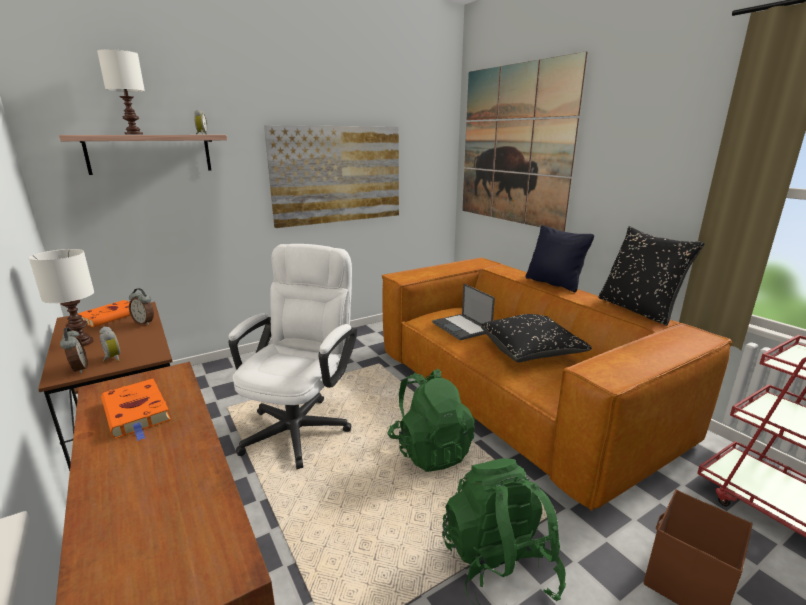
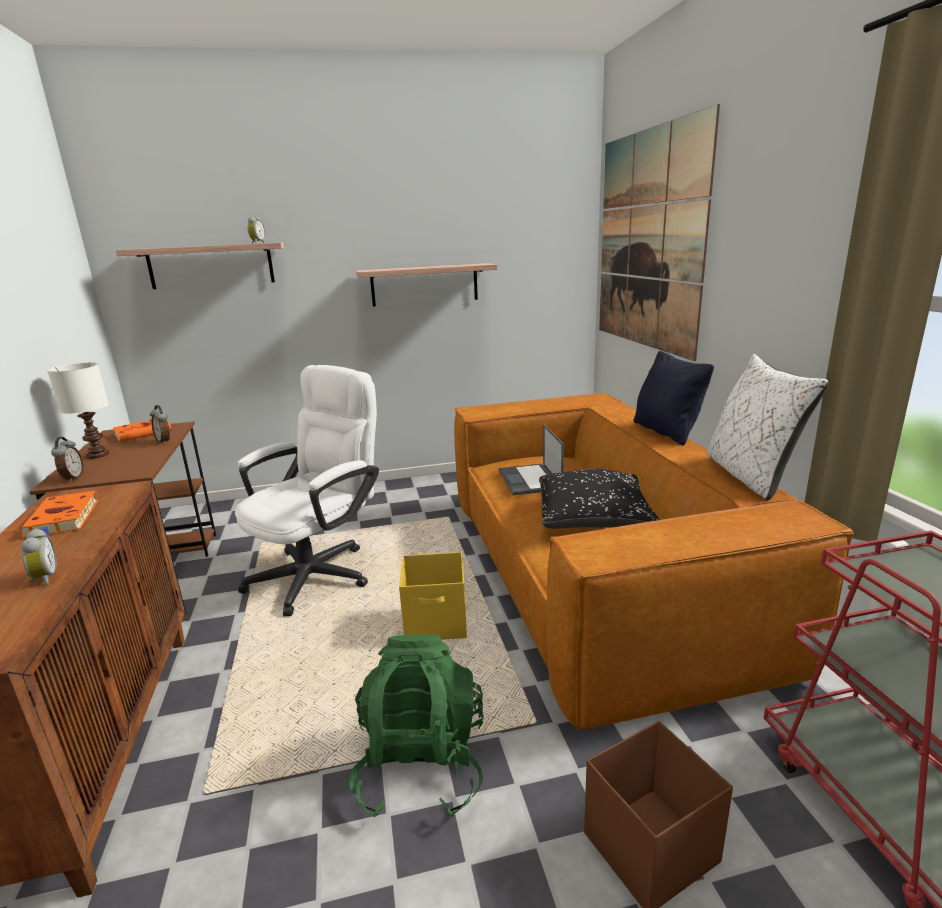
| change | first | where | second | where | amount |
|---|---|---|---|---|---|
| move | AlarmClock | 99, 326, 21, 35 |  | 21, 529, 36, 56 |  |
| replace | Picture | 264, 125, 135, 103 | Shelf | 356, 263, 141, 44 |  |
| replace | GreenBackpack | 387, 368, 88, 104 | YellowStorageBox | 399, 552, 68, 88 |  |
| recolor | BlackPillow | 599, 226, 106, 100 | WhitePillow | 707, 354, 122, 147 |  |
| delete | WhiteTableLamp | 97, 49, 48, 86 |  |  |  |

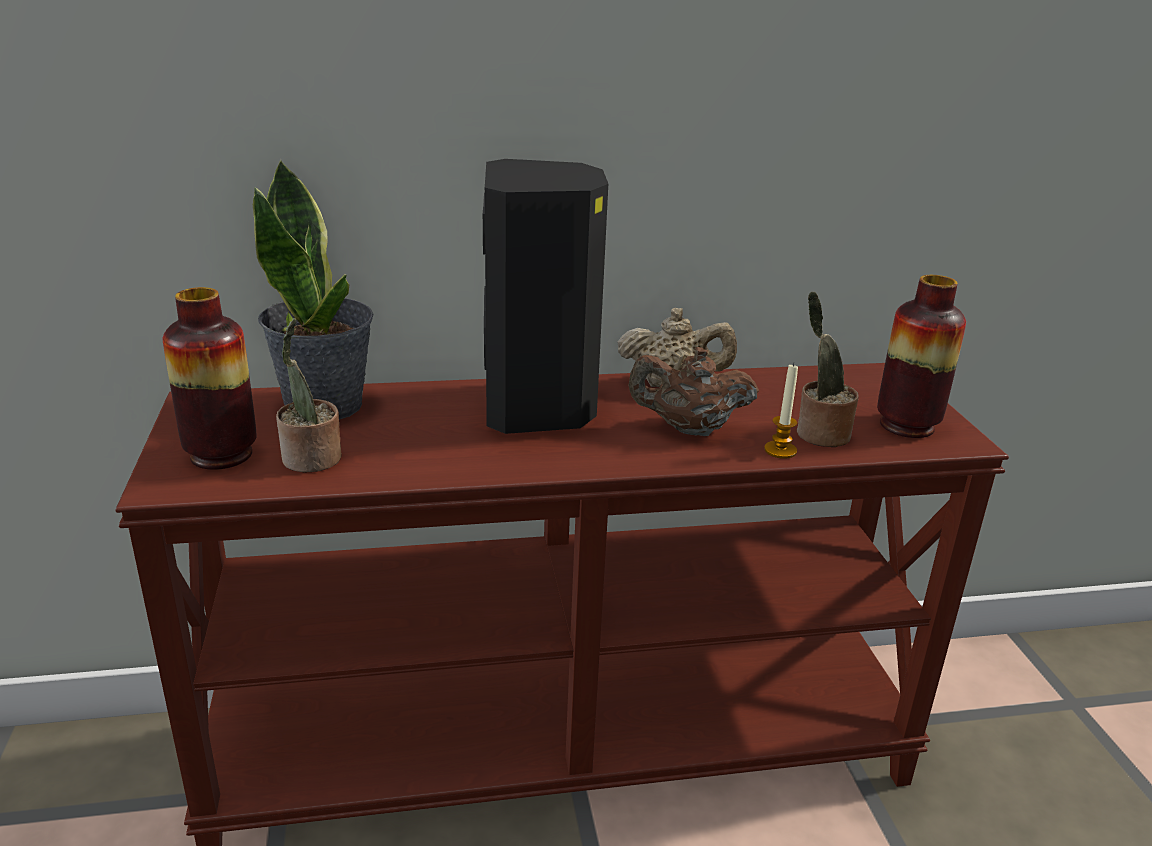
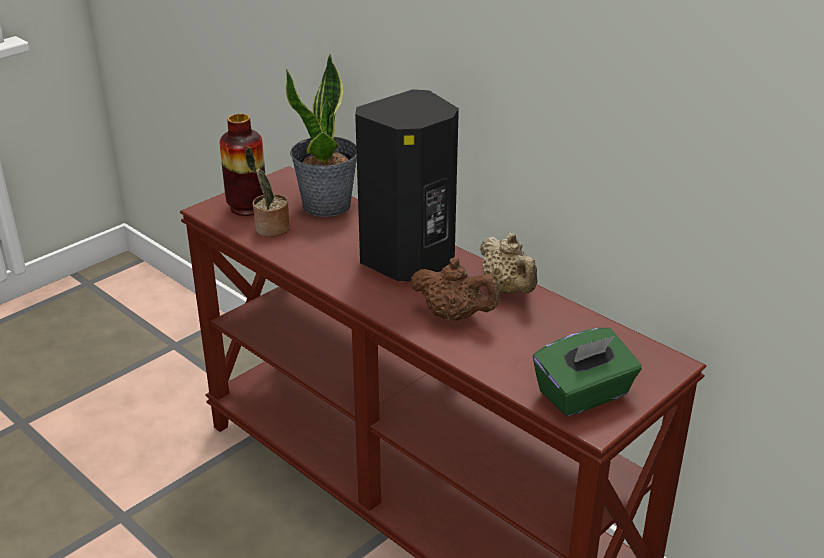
| change | first | where | second | where | amount |
|---|---|---|---|---|---|
| rotate | BrownTeapot | 628, 347, 131, 89 |  | 410, 258, 90, 63 | 150 degrees clockwise |
| replace | Vase | 877, 275, 89, 163 | GreenTissueBox | 533, 328, 109, 88 |  |
| delete | Candle | 764, 363, 34, 96 |  |  |  |
| delete | PottedPlant | 797, 292, 62, 155 |  |  |  |

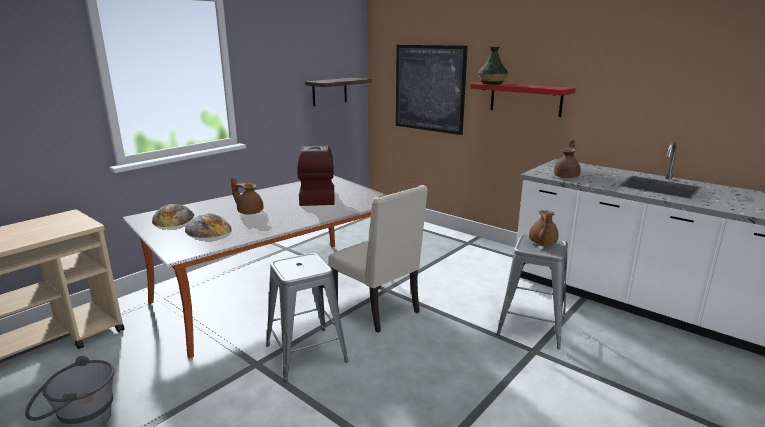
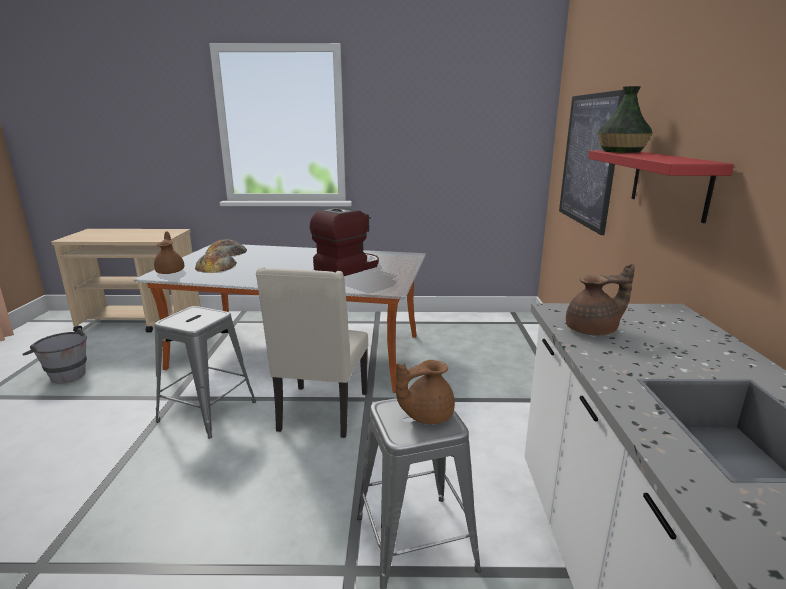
| change | first | where | second | where | amount |
|---|---|---|---|---|---|
| move | BrownTeapot | 231, 177, 33, 38 |  | 154, 231, 30, 43 |  |
| delete | Shelf | 305, 78, 67, 28 |  |  |  |

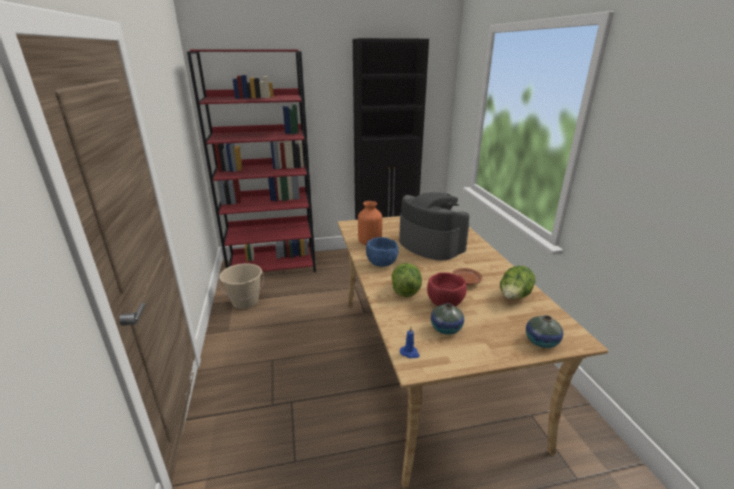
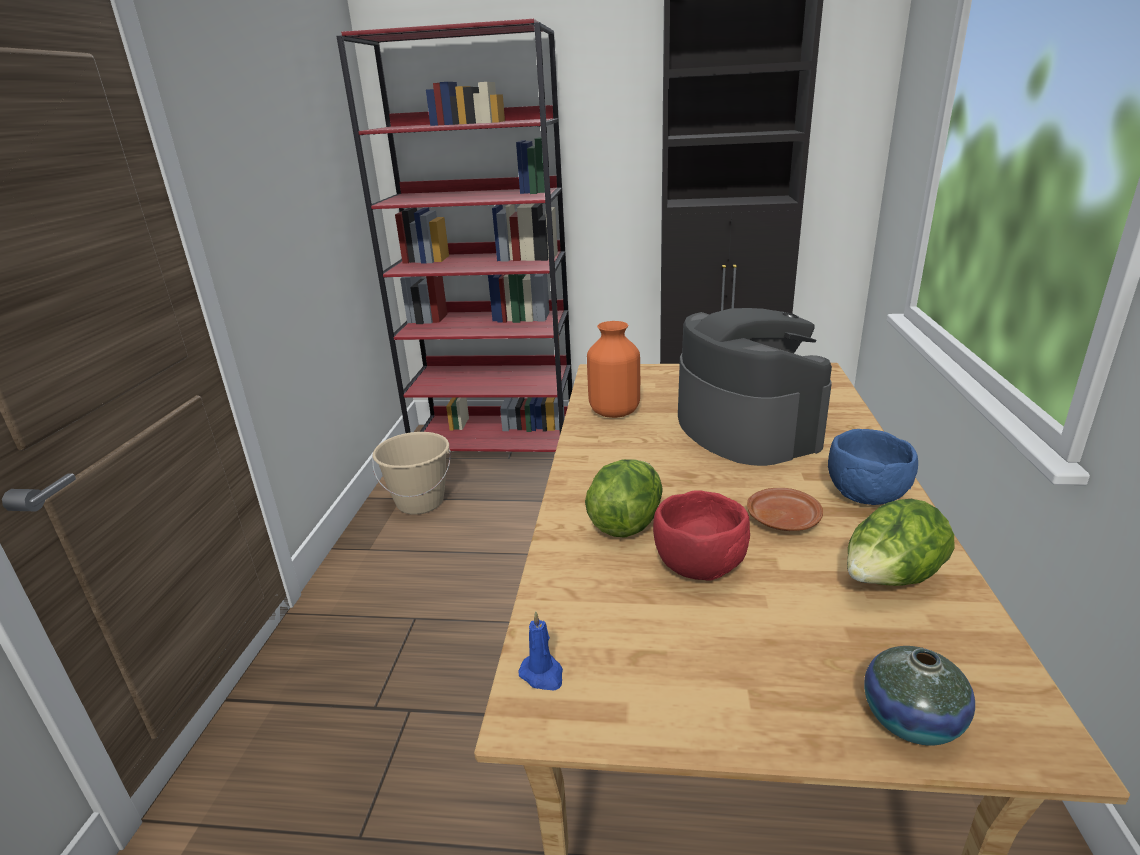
| change | first | where | second | where | amount |
|---|---|---|---|---|---|
| move | BlueBowl | 366, 237, 33, 30 |  | 828, 429, 90, 76 |  |
| delete | Vase | 431, 303, 33, 32 |  |  |  |

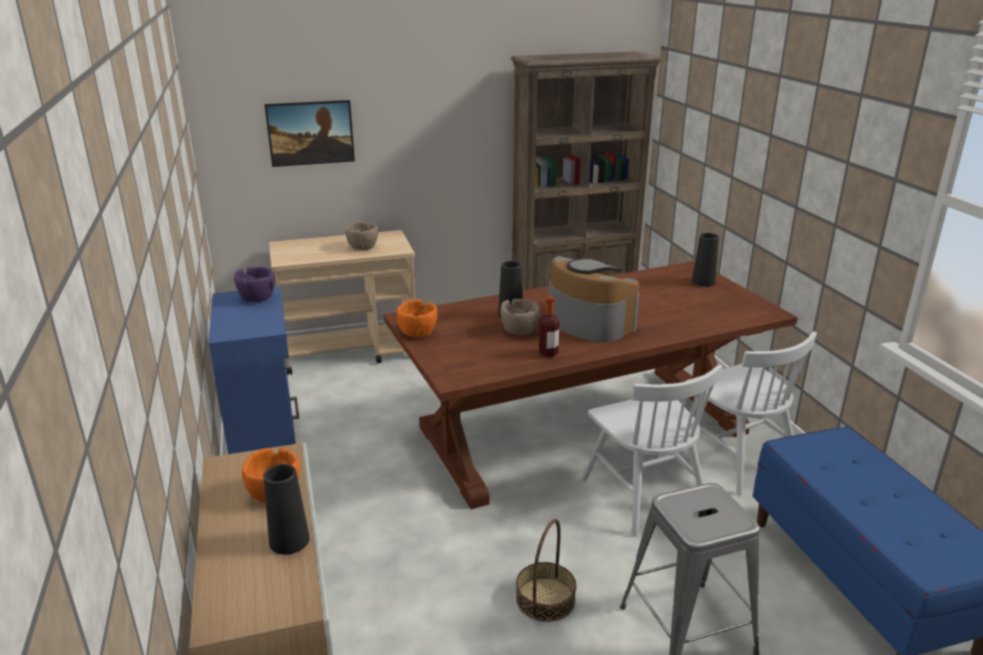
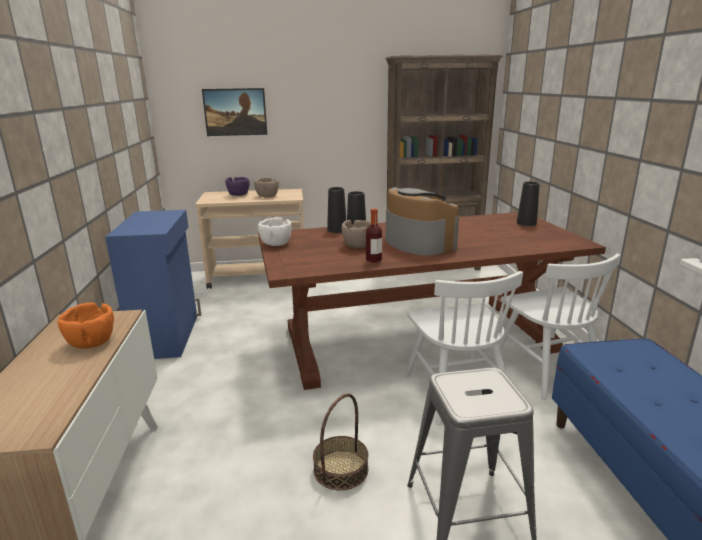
| change | first | where | second | where | amount |
|---|---|---|---|---|---|
| move | PurpleBowl | 234, 267, 41, 35 |  | 225, 177, 25, 19 |  |
| recolor | OrangeBowl | 396, 300, 42, 38 | WhiteBowl | 258, 217, 34, 29 |  |
| move | BlackVase | 263, 464, 47, 91 |  | 327, 187, 19, 46 |  |

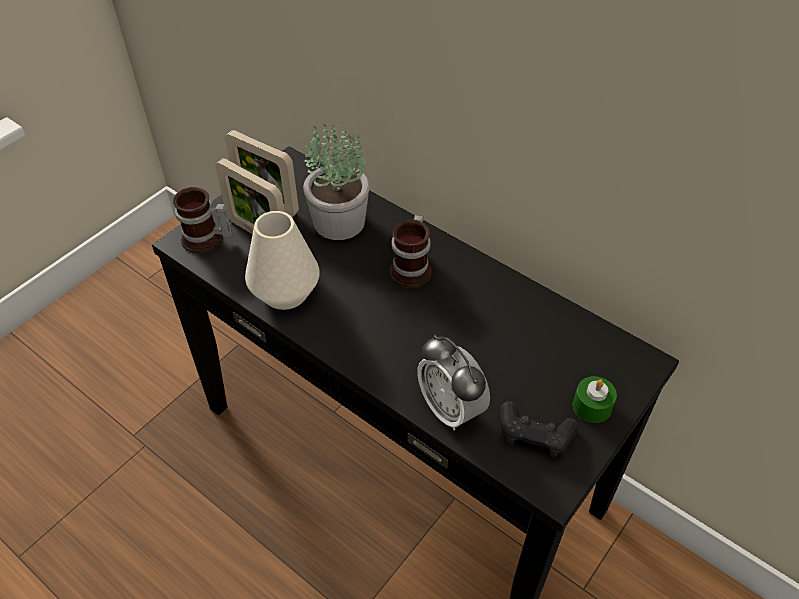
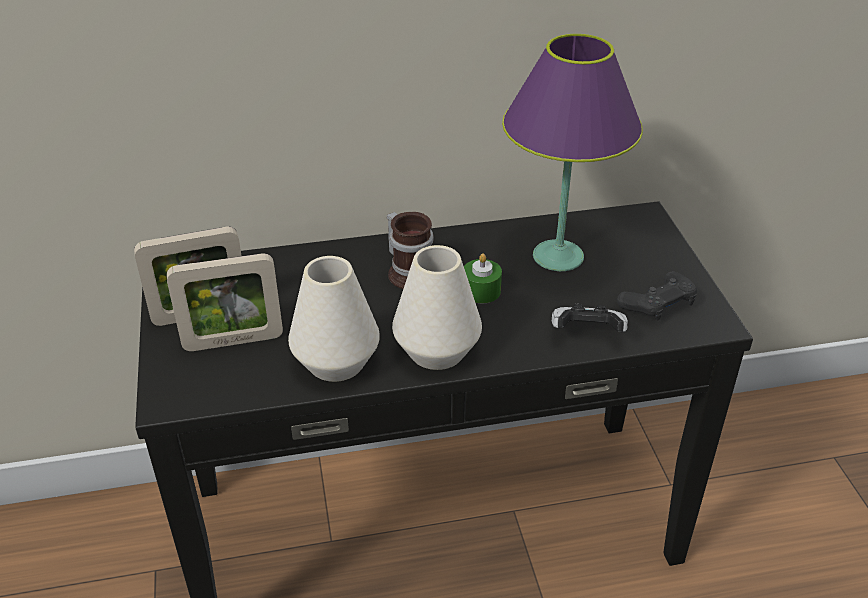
| change | first | where | second | where | amount |
|---|---|---|---|---|---|
| insert |  |  | WhiteVase | 392, 245, 90, 125 |  |
| move | GreenCandle | 573, 376, 44, 47 |  | 464, 254, 38, 49 |  |
| insert |  |  | PurpleTableLamp | 502, 34, 141, 237 |  |
| replace | AlarmClock | 417, 335, 73, 95 | GameController | 552, 304, 76, 28 |  |
| delete | Mug | 173, 187, 59, 66 |  |  |  |
| delete | PottedPlant | 303, 123, 67, 117 |  |  |  |

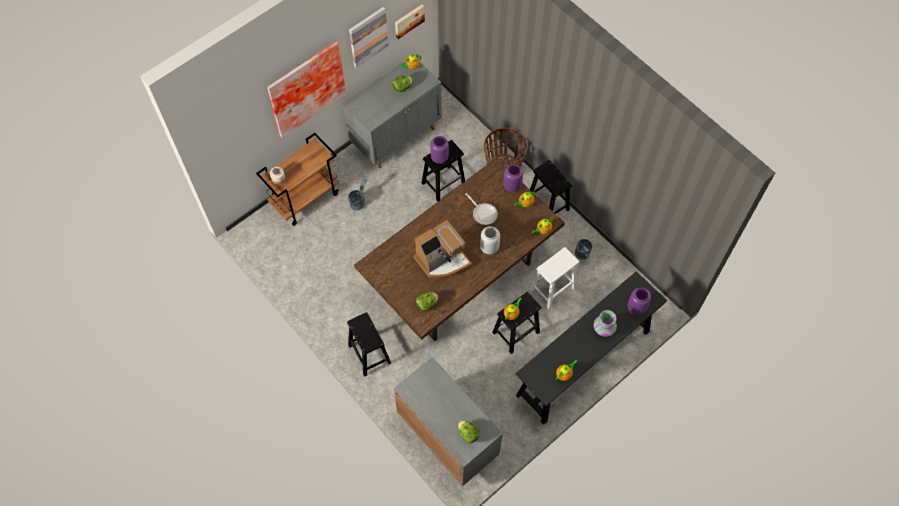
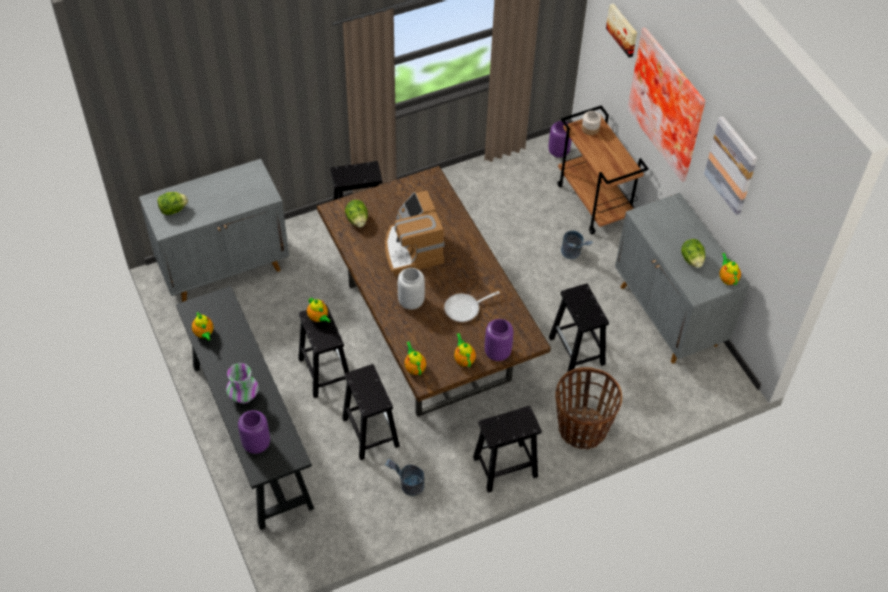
| change | first | where | second | where | amount |
|---|---|---|---|---|---|
| recolor | WhiteStool | 530, 247, 49, 63 | BlackStool | 342, 364, 58, 96 |  |
| move | PurpleVase | 430, 136, 19, 28 |  | 548, 121, 24, 37 |  |
| move | Picture | 395, 4, 30, 35 |  | 606, 3, 31, 55 |  |

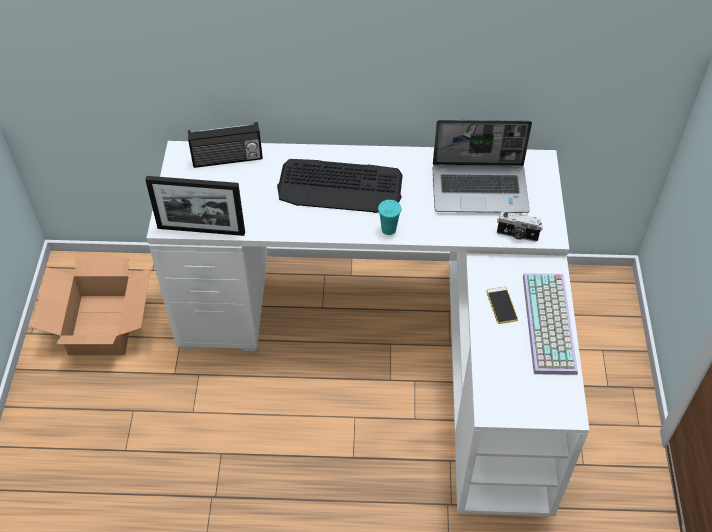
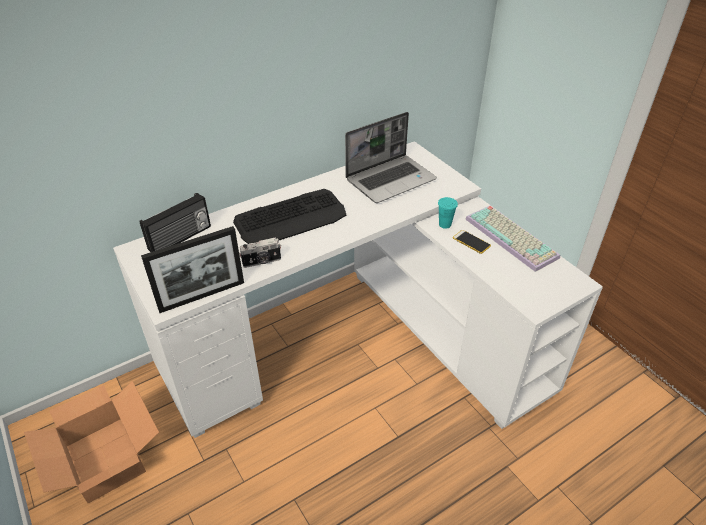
| change | first | where | second | where | amount |
|---|---|---|---|---|---|
| move | PhotoCamera | 497, 212, 46, 30 |  | 239, 237, 42, 31 |  |
| move | TurquoiseCup | 378, 200, 24, 35 |  | 438, 197, 20, 32 |  |

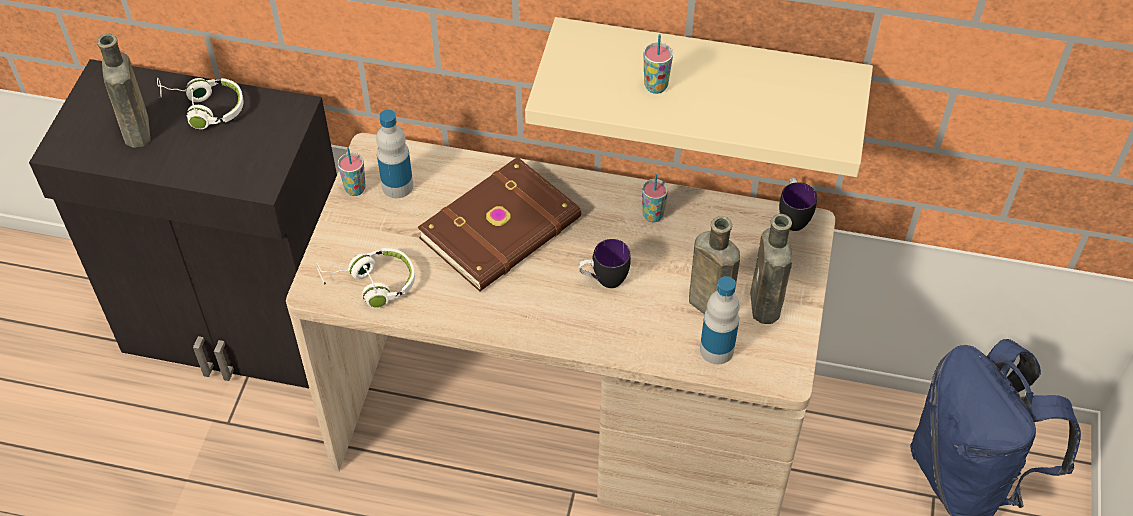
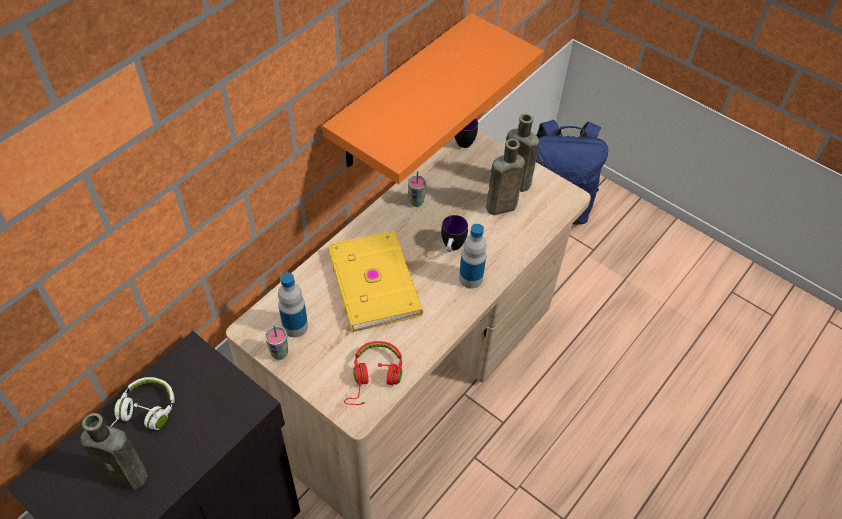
| change | first | where | second | where | amount |
|---|---|---|---|---|---|
| recolor | BeigeShelf | 525, 17, 348, 160 | OrangeShelf | 322, 13, 222, 171 |  |
| recolor | BrownBook | 418, 157, 163, 134 | YellowBook | 328, 231, 95, 101 |  |
| recolor | WhiteHeadphones | 316, 248, 99, 60 | RedHeadphones | 344, 341, 58, 64 |  |
| move | Bottle | 700, 276, 40, 88 |  | 459, 224, 28, 65 |  |
| delete | Cup | 643, 34, 30, 60 |  |  |  |

